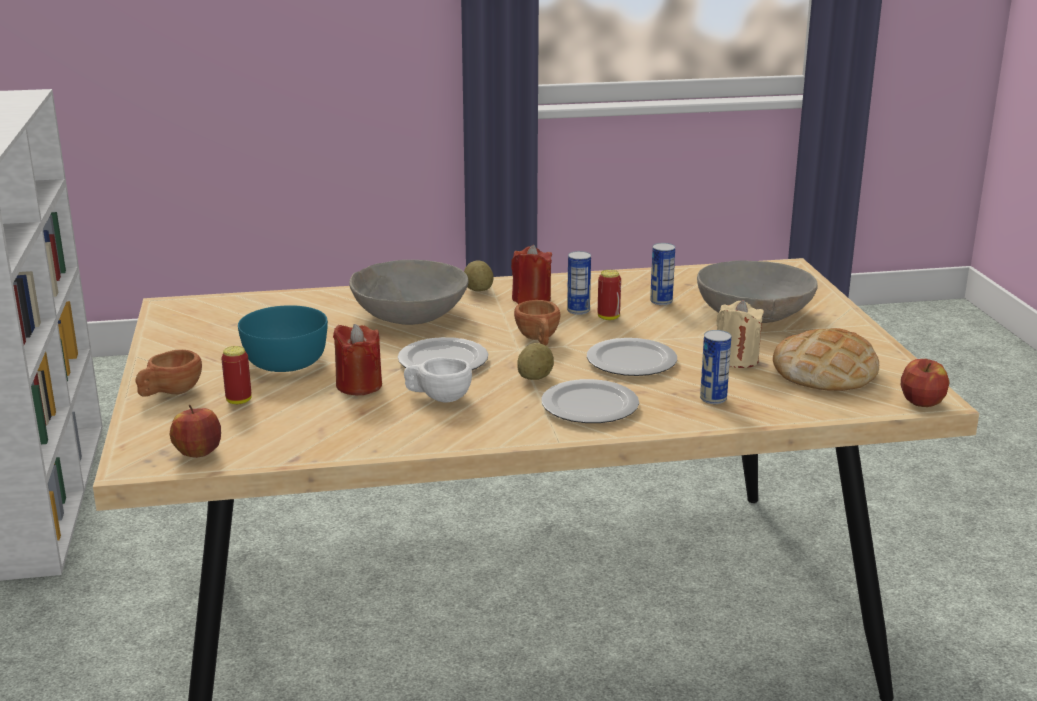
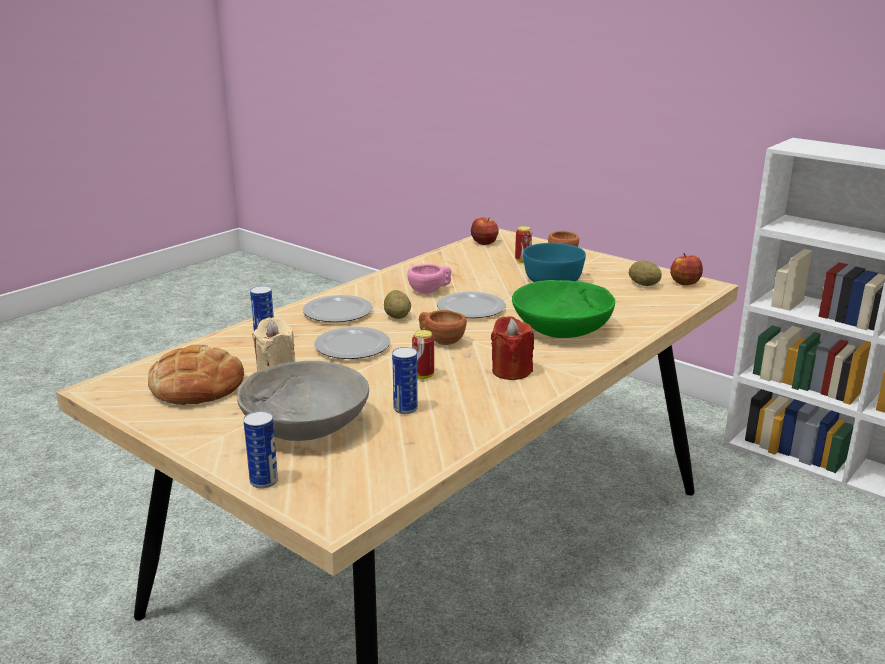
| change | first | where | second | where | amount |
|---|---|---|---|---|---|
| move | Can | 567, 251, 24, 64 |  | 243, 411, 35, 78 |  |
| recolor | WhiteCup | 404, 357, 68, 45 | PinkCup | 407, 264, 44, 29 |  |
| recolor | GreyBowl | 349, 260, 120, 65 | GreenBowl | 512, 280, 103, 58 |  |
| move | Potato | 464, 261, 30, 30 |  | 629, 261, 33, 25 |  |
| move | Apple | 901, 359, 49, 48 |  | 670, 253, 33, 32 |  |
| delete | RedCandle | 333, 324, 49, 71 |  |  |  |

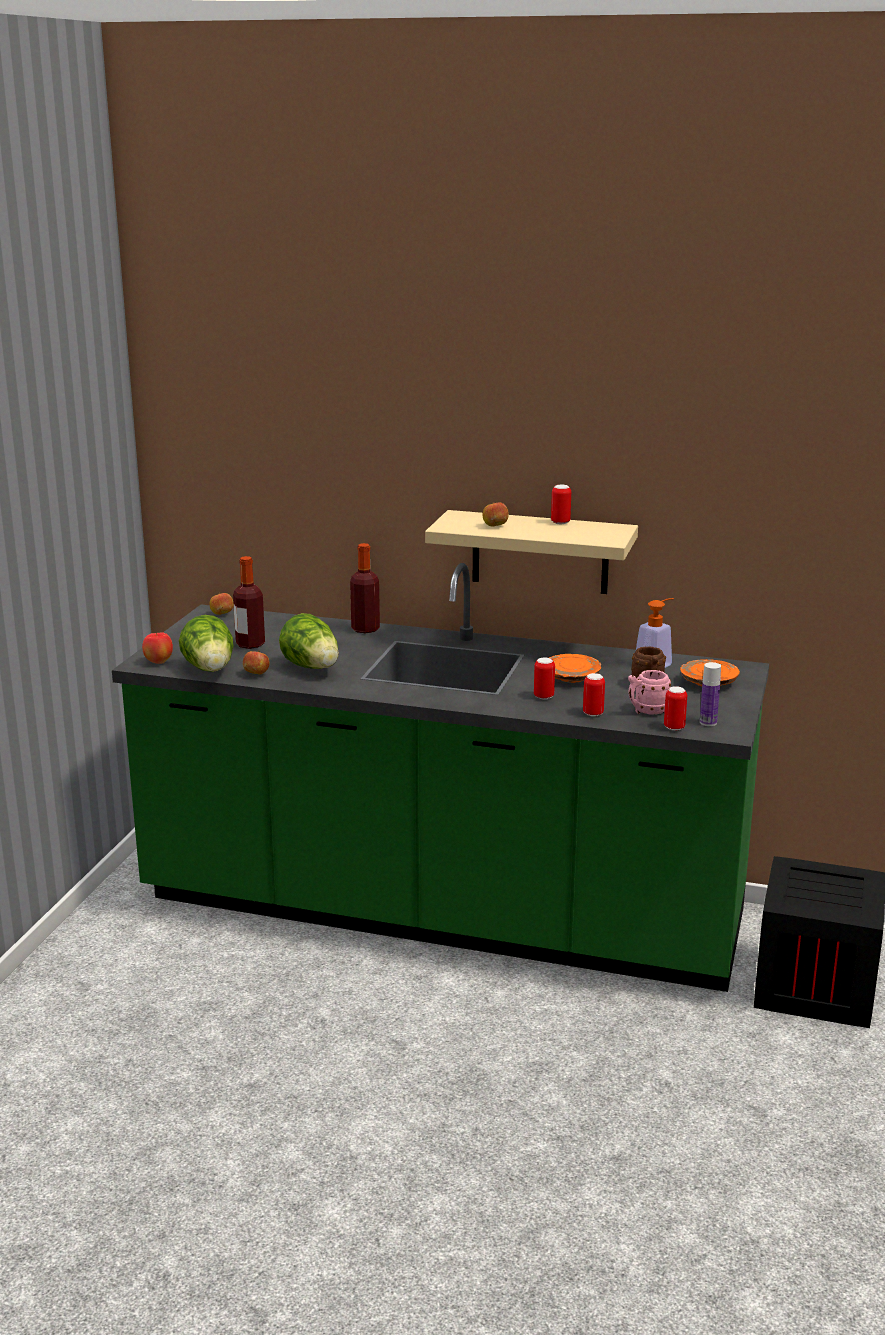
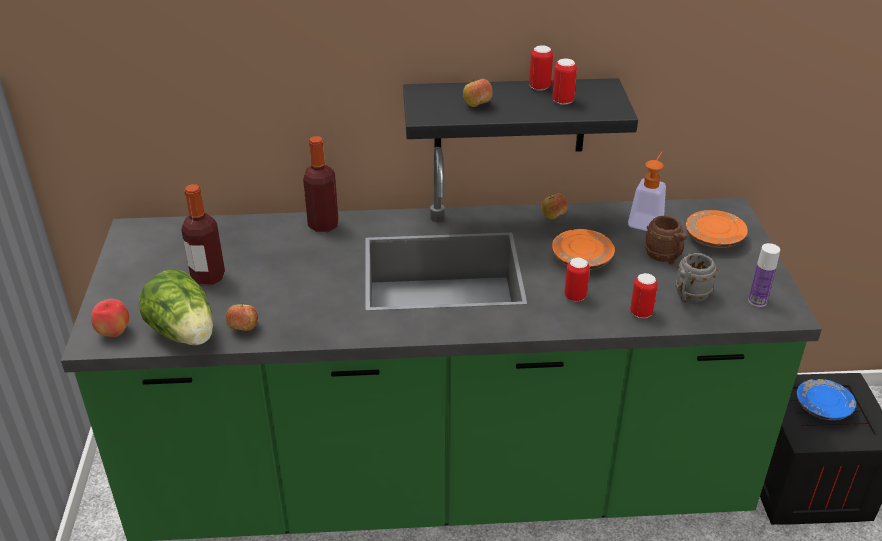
| change | first | where | second | where | amount |
|---|---|---|---|---|---|
| recolor | BeigeShelf | 425, 510, 213, 84 | BlackShelf | 403, 78, 235, 74 |  |
| move | Apple | 209, 593, 24, 22 |  | 541, 194, 27, 26 |  |
| move | Can | 664, 686, 23, 45 |  | 552, 58, 25, 47 |  |
| recolor | PinkMug | 628, 670, 43, 45 | GreyMug | 675, 253, 42, 50 |  |
| insert |  |  | BluePlate | 797, 379, 59, 41 |  |
| delete | Lettuce | 279, 613, 60, 56 |  |  |  |

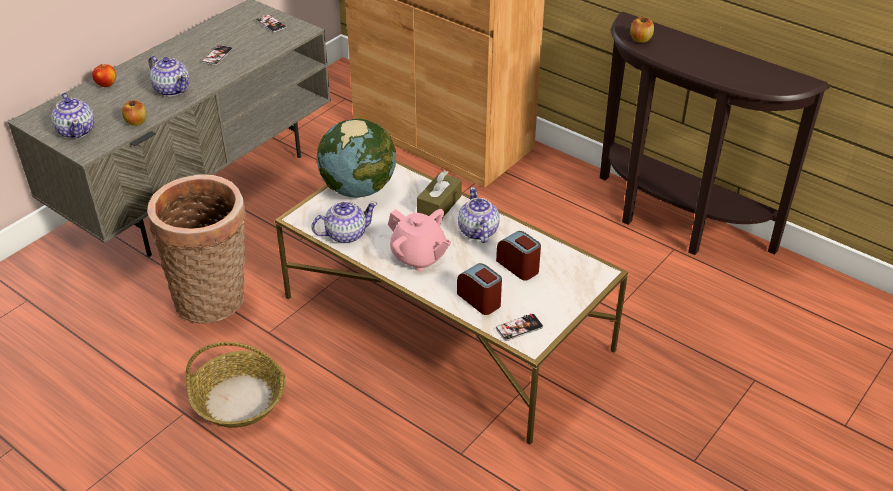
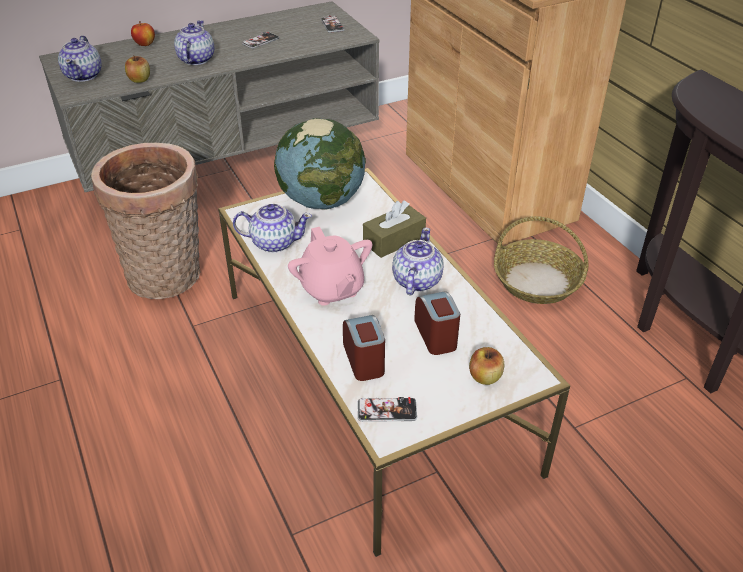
| change | first | where | second | where | amount |
|---|---|---|---|---|---|
| rotate | Teapot | 148, 56, 42, 40 |  | 174, 20, 40, 45 | 150 degrees counterclockwise |
| move | Apple | 630, 17, 24, 26 |  | 469, 347, 35, 38 |  |
| move | Basket | 186, 342, 100, 86 |  | 494, 216, 94, 88 |  |

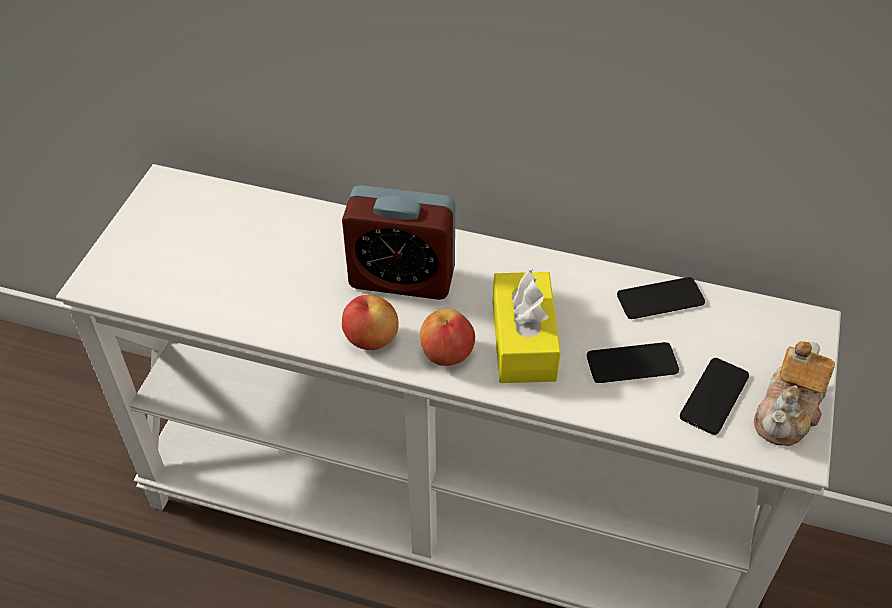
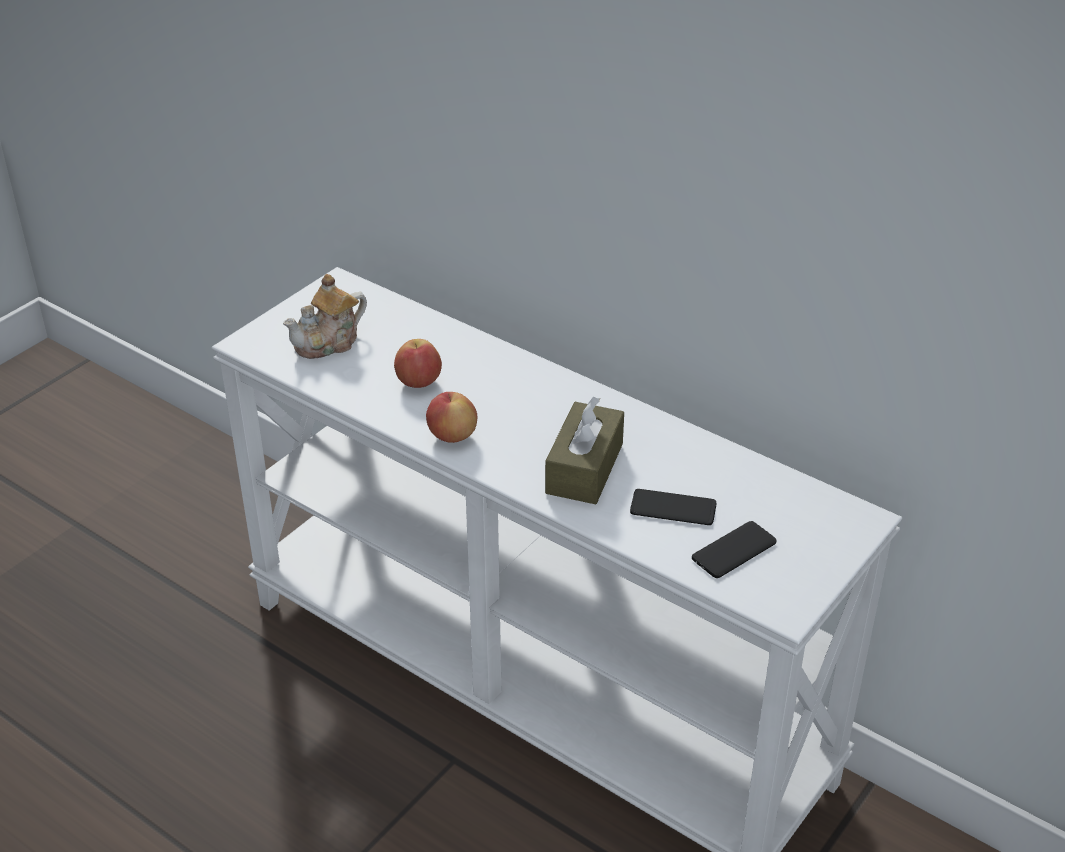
| change | first | where | second | where | amount |
|---|---|---|---|---|---|
| move | Teapot | 754, 341, 81, 105 |  | 283, 274, 84, 85 |  |
| move | Apple | 420, 309, 55, 57 |  | 394, 339, 48, 49 |  |
| recolor | YellowTissueBox | 493, 270, 68, 113 | BrownTissueBox | 545, 397, 79, 107 |  |
| delete | AlarmClock | 342, 185, 113, 115 |  |  |  |
| delete | Phone | 617, 277, 88, 42 |  |  |  |

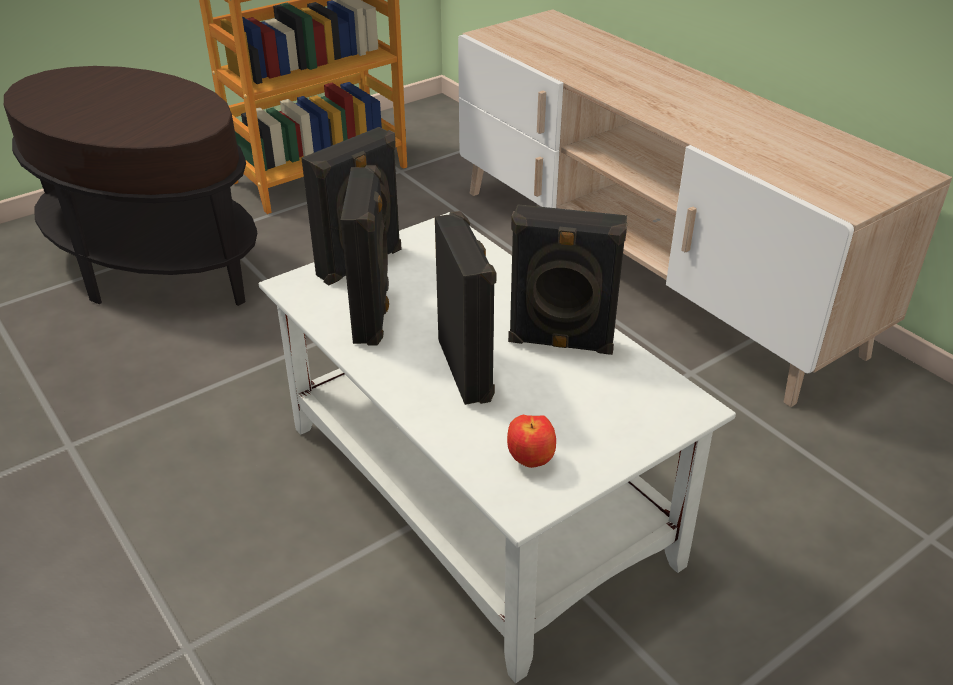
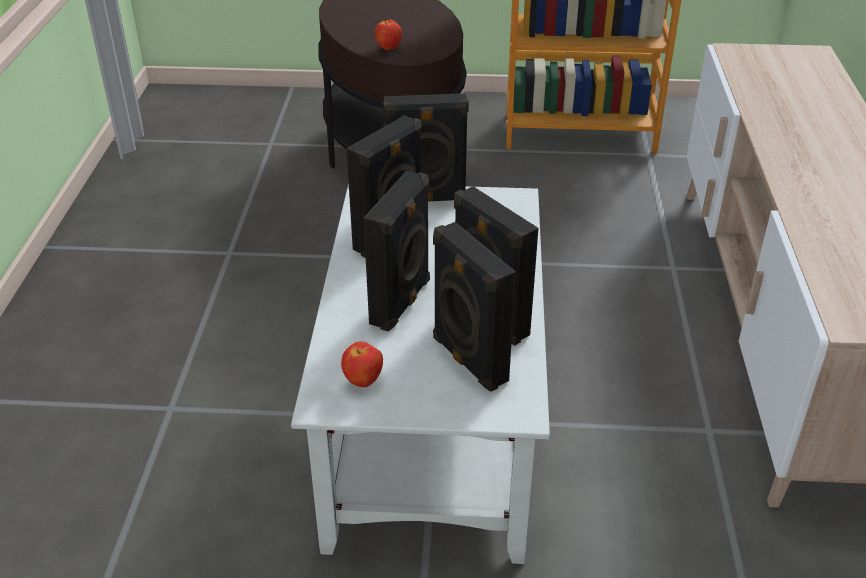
| change | first | where | second | where | amount |
|---|---|---|---|---|---|
| insert |  |  | Apple | 375, 20, 27, 30 |  |
| insert |  |  | BlackSpeaker | 433, 222, 83, 170 |  |

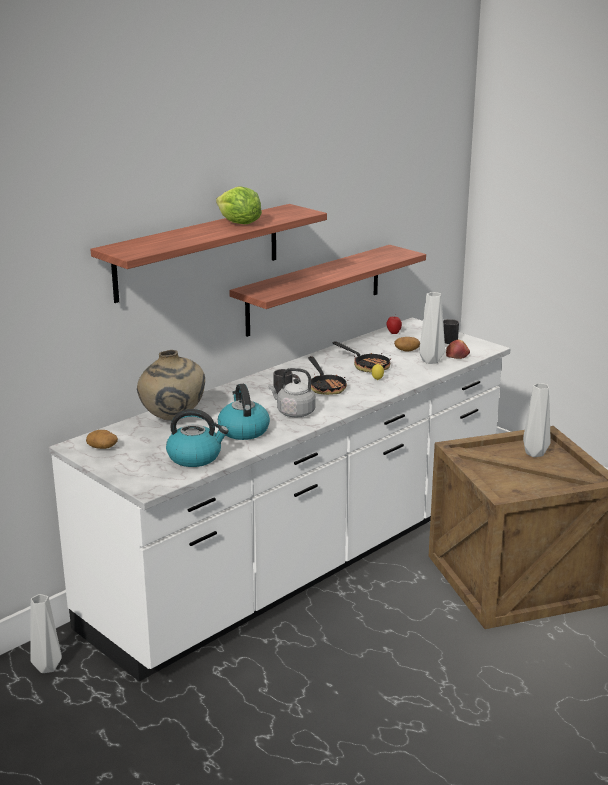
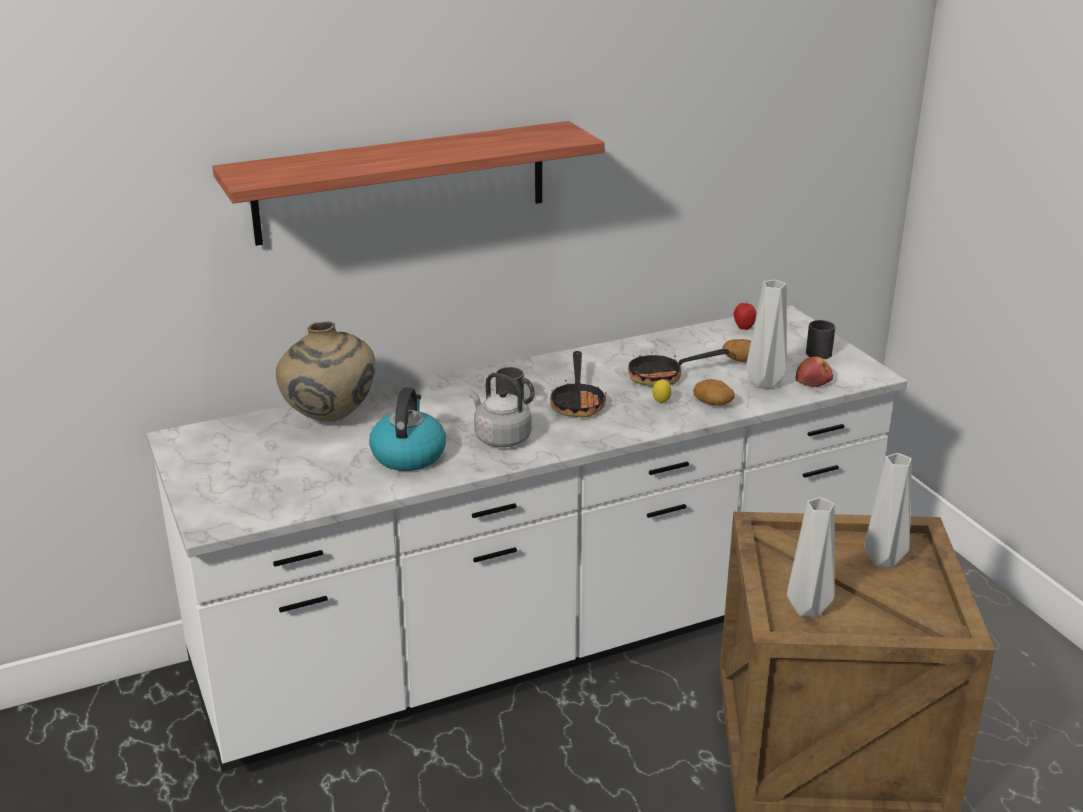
| change | first | where | second | where | amount |
|---|---|---|---|---|---|
| rotate | FryingPan | 332, 341, 59, 32 |  | 628, 349, 101, 38 | 105 degrees clockwise |
| move | Potato | 86, 430, 32, 19 |  | 693, 379, 42, 27 |  |
| move | GreyVase | 30, 594, 32, 79 |  | 787, 497, 48, 120 |  |
| delete | Kettle | 166, 409, 63, 58 |  |  |  |
| delete | Lettuce | 216, 187, 46, 37 |  |  |  |
| delete | Shelf | 229, 245, 197, 92 |  |  |  |

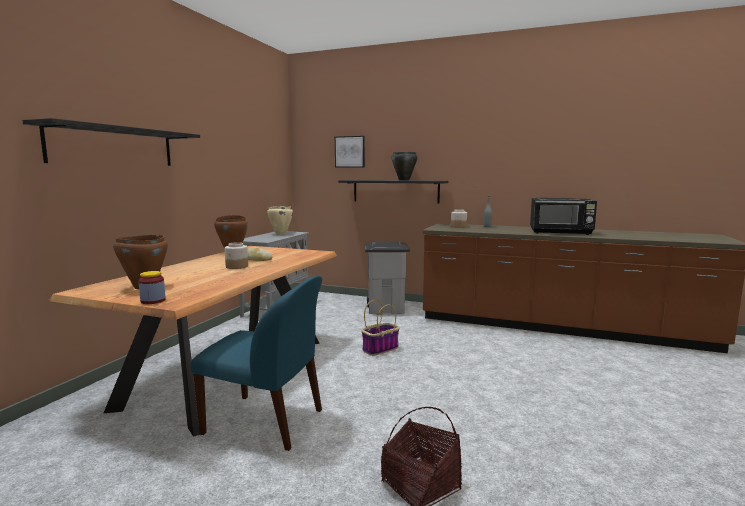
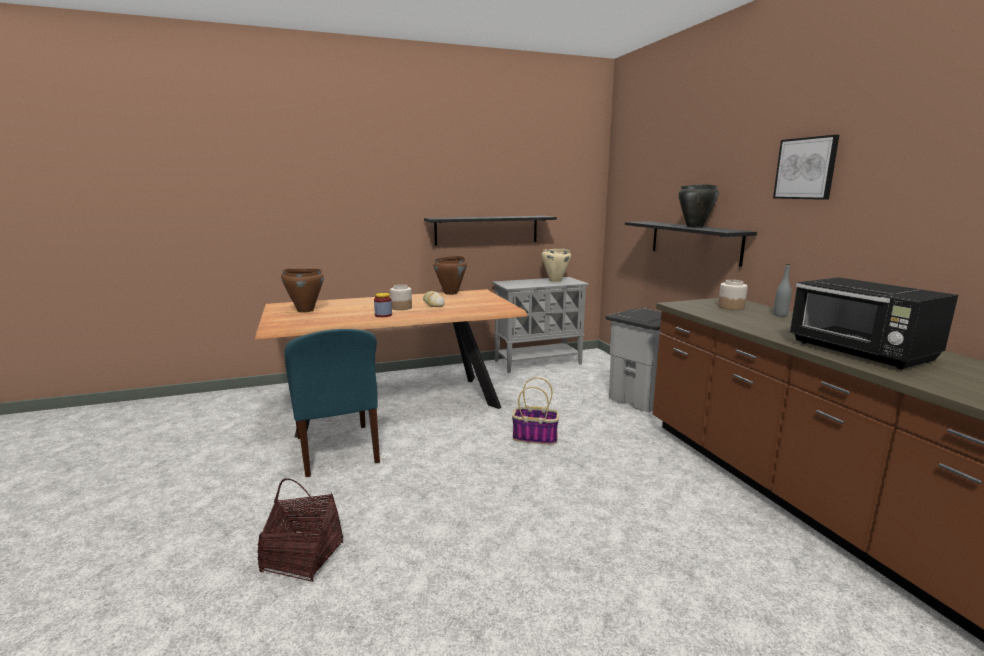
| change | first | where | second | where | amount |
|---|---|---|---|---|---|
| move | Jar | 138, 271, 28, 33 |  | 374, 293, 18, 24 |  |
| move | BlackShelf | 22, 118, 178, 48 |  | 424, 216, 133, 29 |  |
| move | Picture | 335, 136, 30, 32 |  | 773, 135, 66, 65 |  |

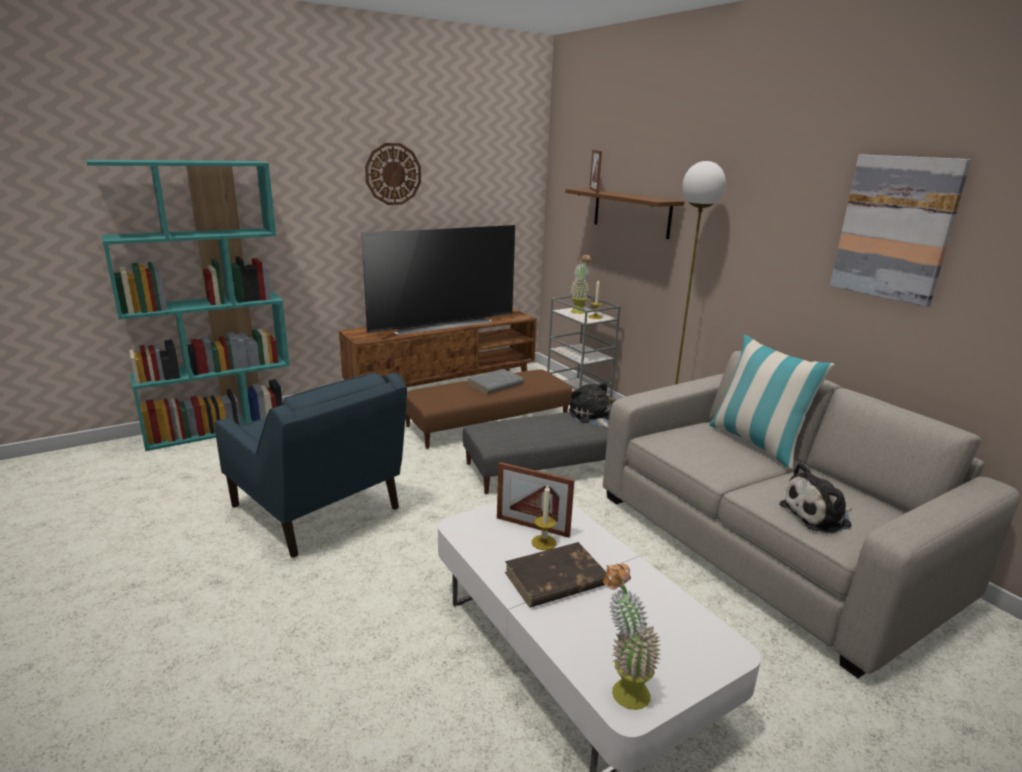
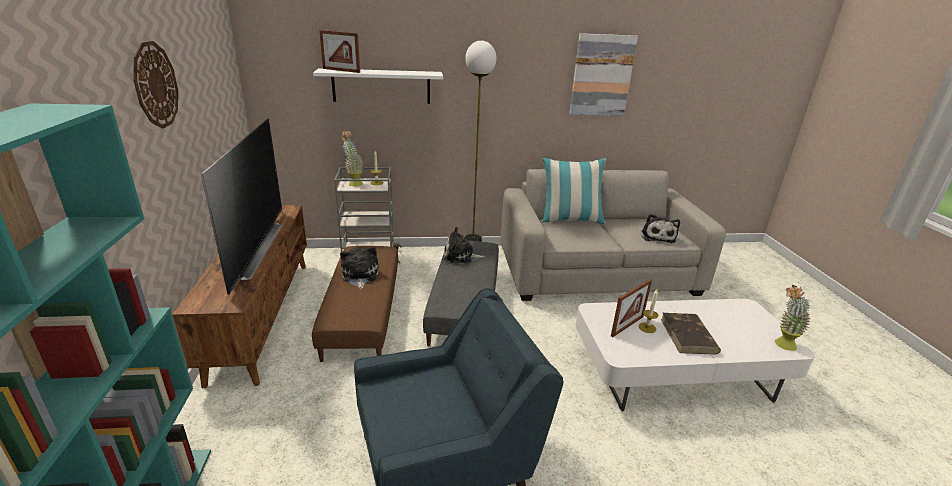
| change | first | where | second | where | amount |
|---|---|---|---|---|---|
| recolor | BrownShelf | 565, 189, 119, 50 | WhiteShelf | 313, 68, 130, 36 |  |
| replace | GreyBook | 468, 369, 56, 25 | PlushToy | 340, 247, 38, 43 |  |

